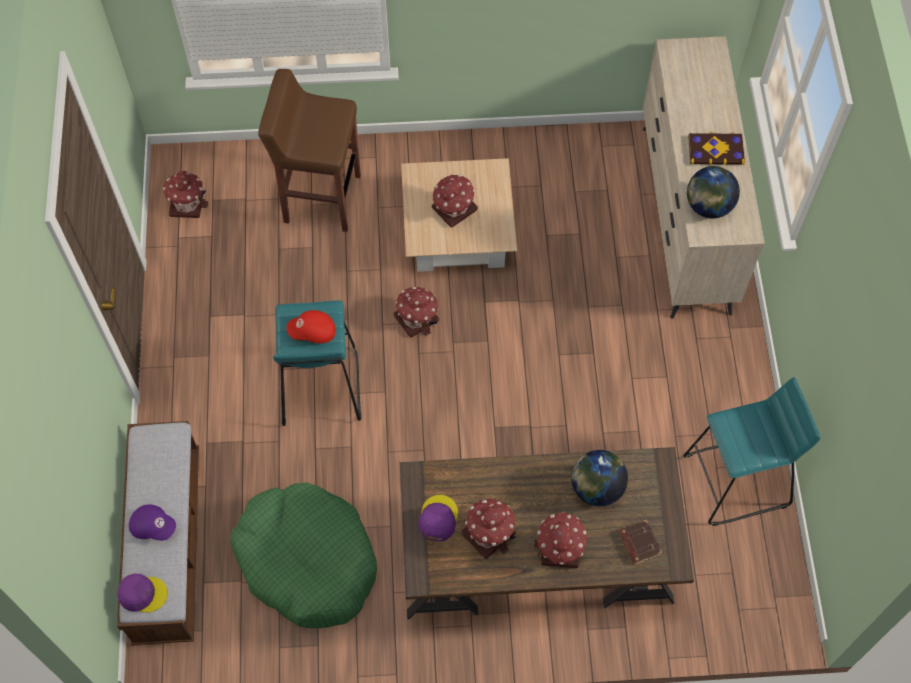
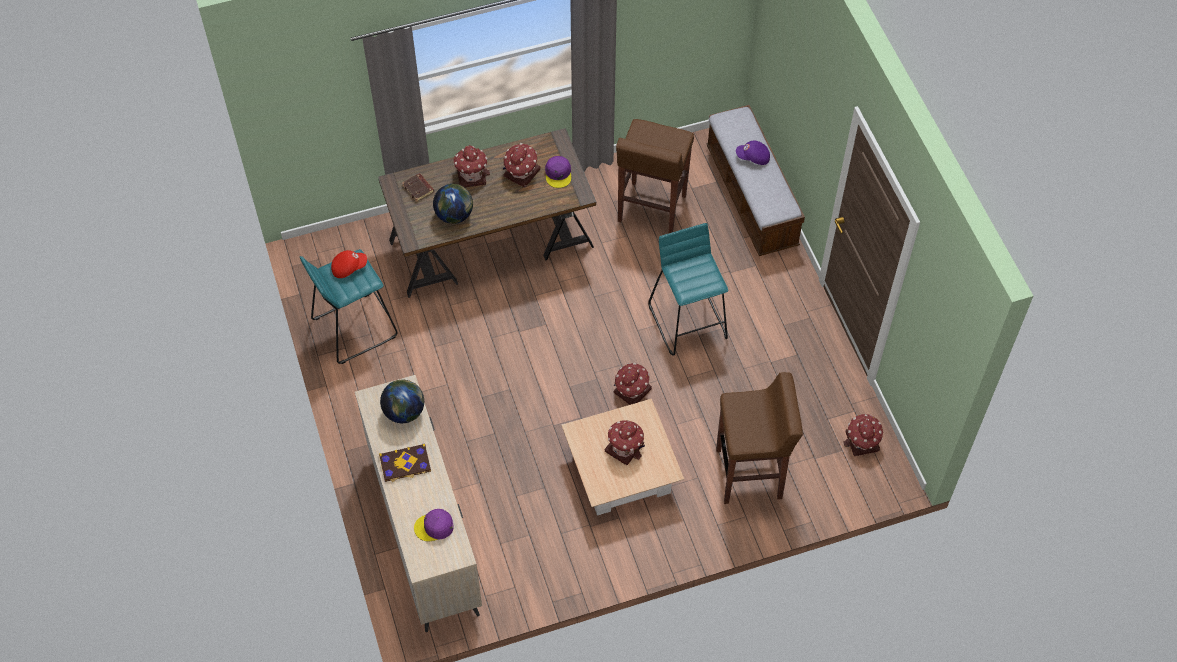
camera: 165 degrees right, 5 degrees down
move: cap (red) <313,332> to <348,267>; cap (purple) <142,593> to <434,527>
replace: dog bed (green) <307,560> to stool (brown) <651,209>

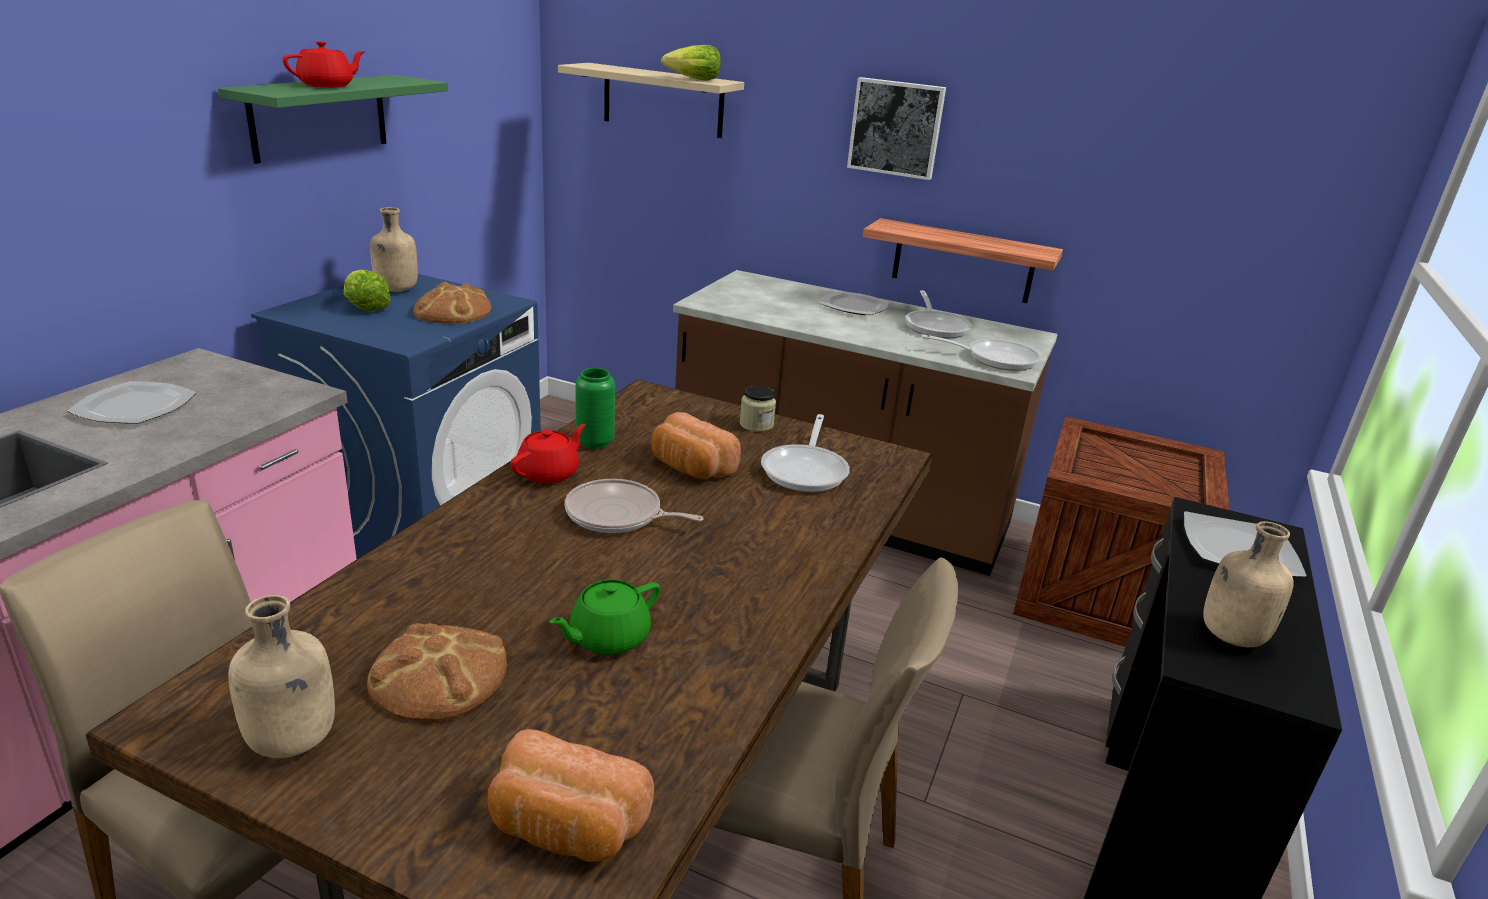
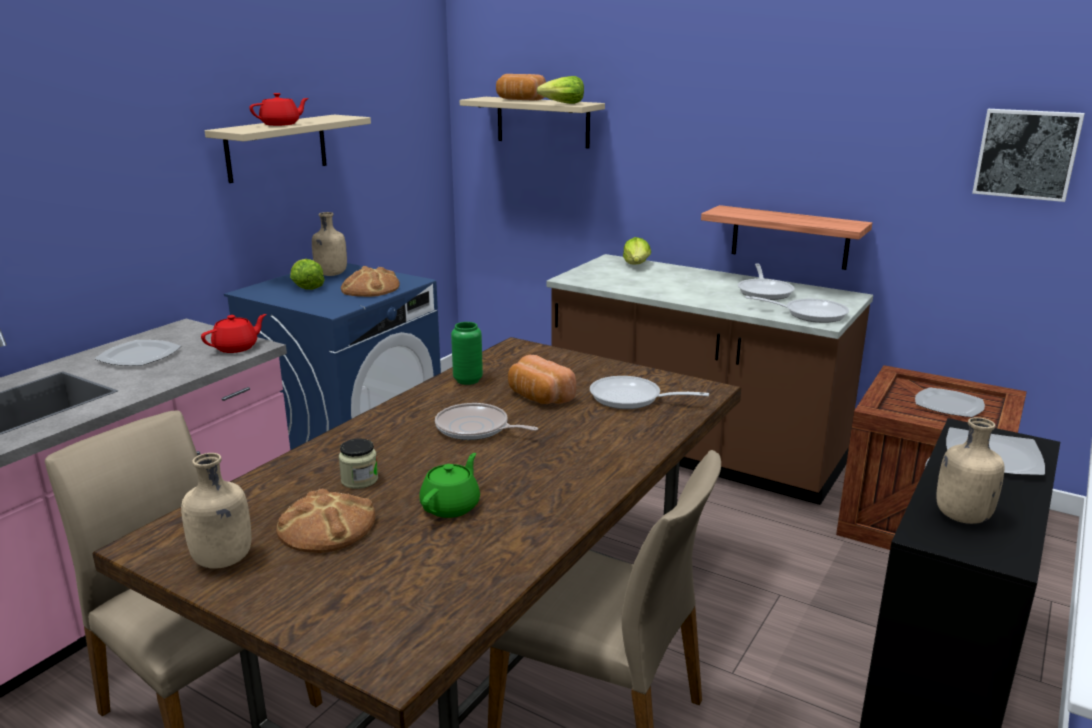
camera: 10 degrees right, 5 degrees down
insert: lettuce <636,265>
move: teapot (red) <549,473> to <237,347>; jar <756,425> to <359,480>; bread <565,829> to <519,100>; plate <853,306> to <948,405>; picture <896,128> to <1026,154>
recolor: shelf (green) <319,117> to shelf (beige) <277,148>
rotate: teapot (green) <607,638> = <451,506> 150 degrees clockwise; frying pan <806,470> = <632,398> 90 degrees clockwise

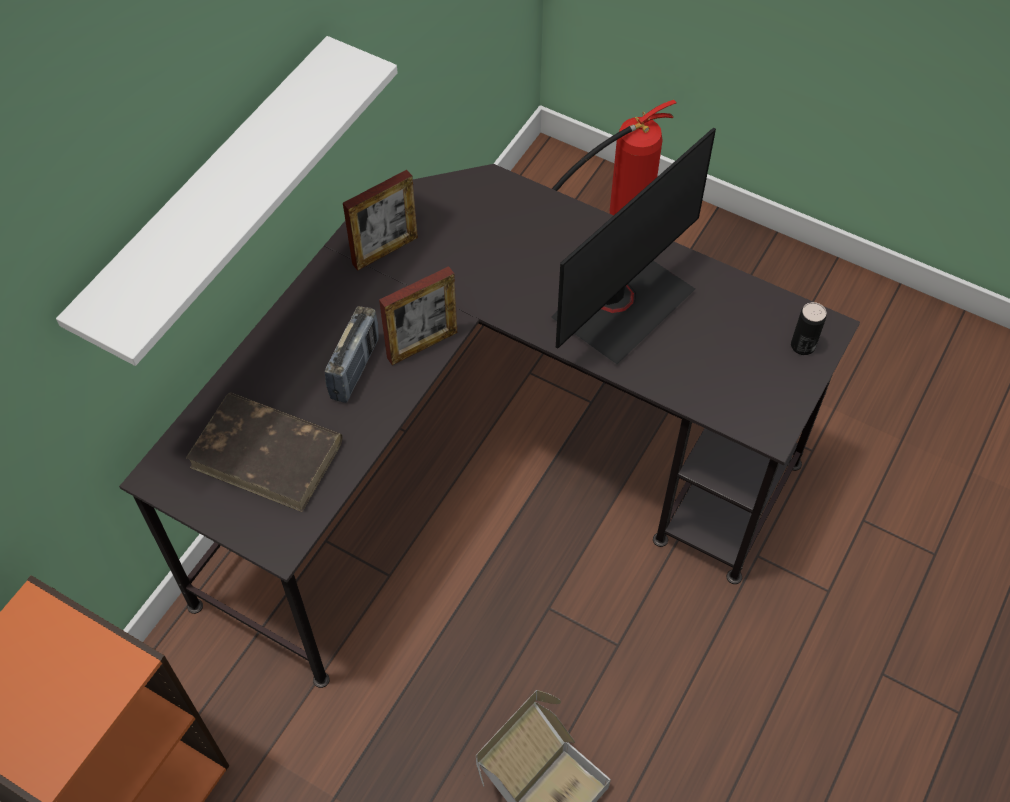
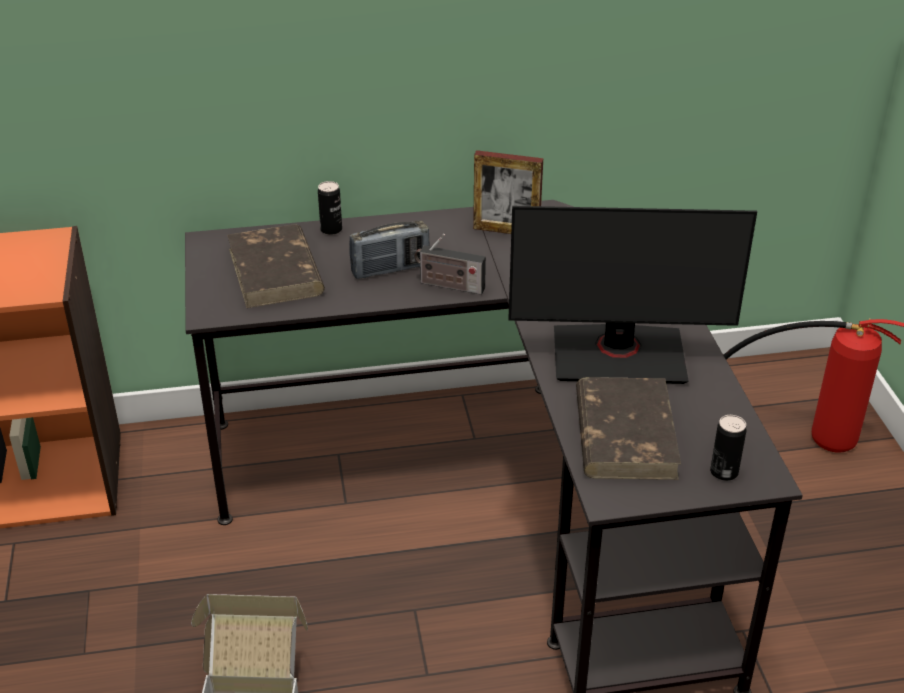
camera: 50 degrees right, 20 degrees down
delete: shelf (white) <211,200>
insert: can <331,230>; book (brown) <624,433>
replace: picture frame <422,345> to radio <449,286>

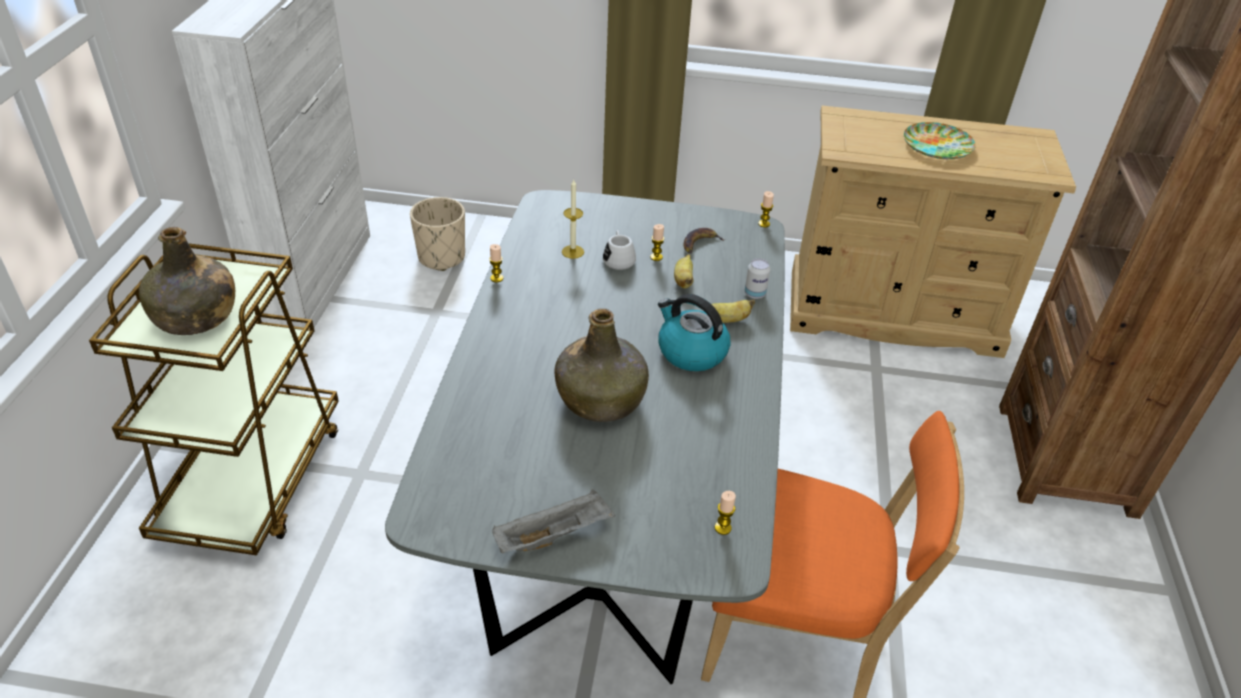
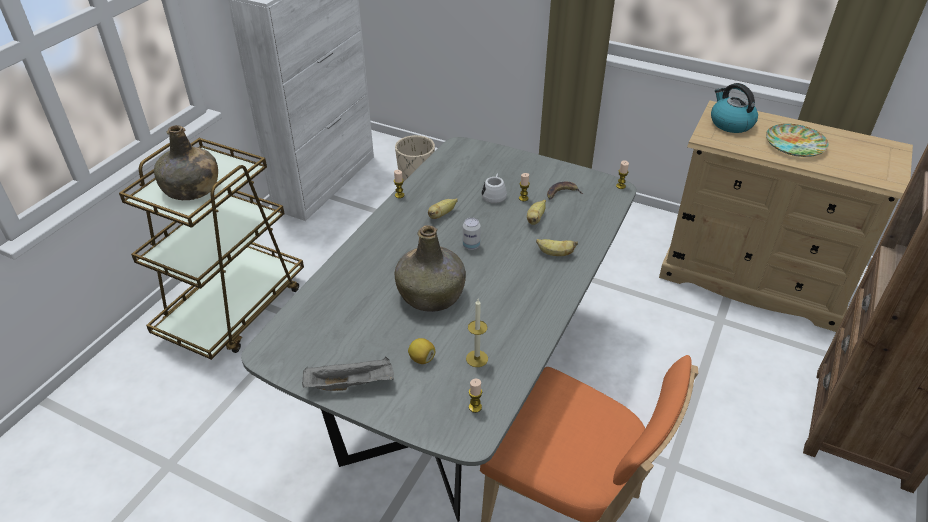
camera: 20 degrees right, 0 degrees up
insert: lemon <422,359>; banana <441,215>
move: can <754,294> to <471,246>; candle <572,252> to <477,358>; kettle <691,352> to <730,123>

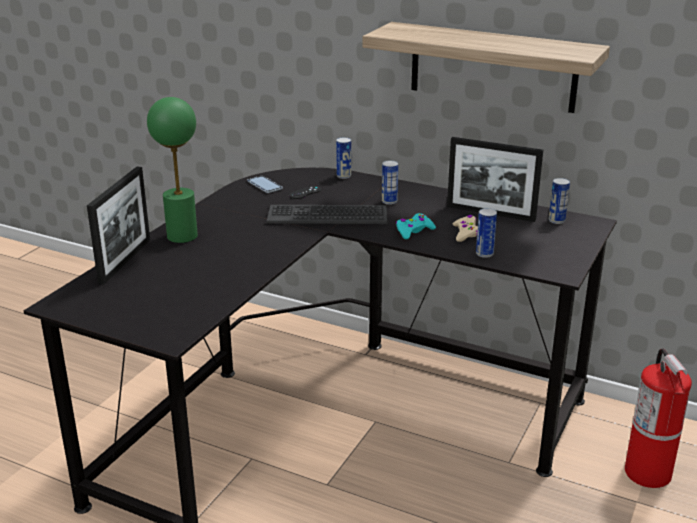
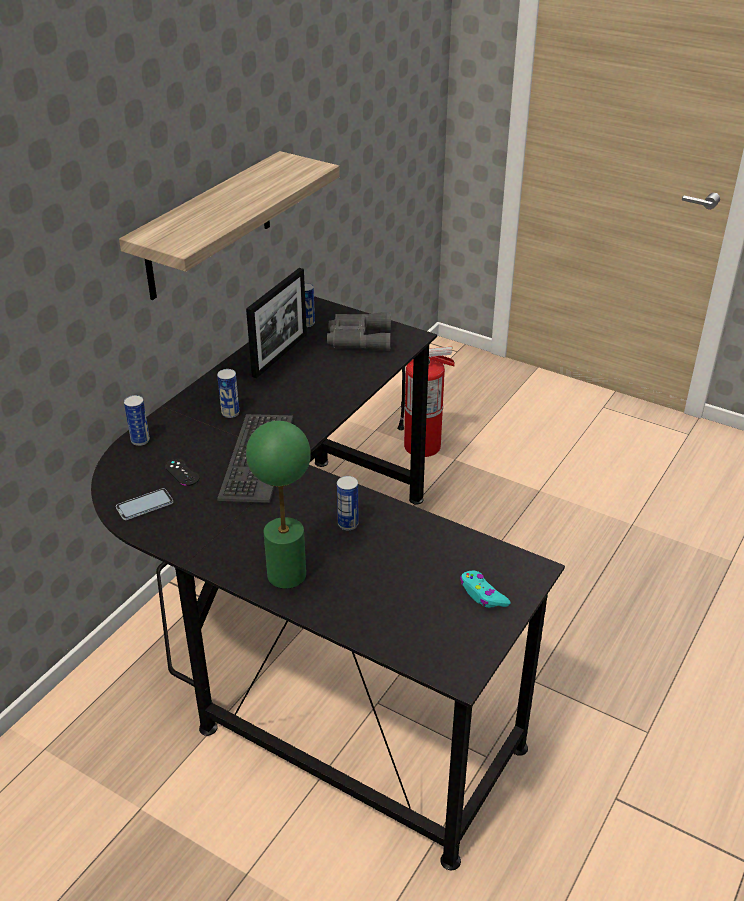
camera: 85 degrees left, 10 degrees up
delete: picture frame <125,260>; game controller (beige) <465,233>
insert: binoculars (grey) <357,338>
move: can <484,254> to <348,524>; game controller (turquoise) <414,231> to <482,595>

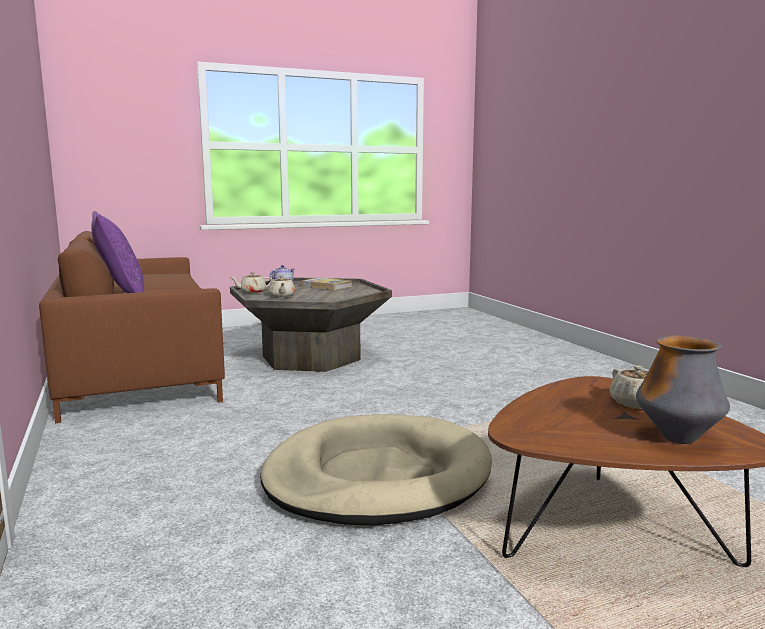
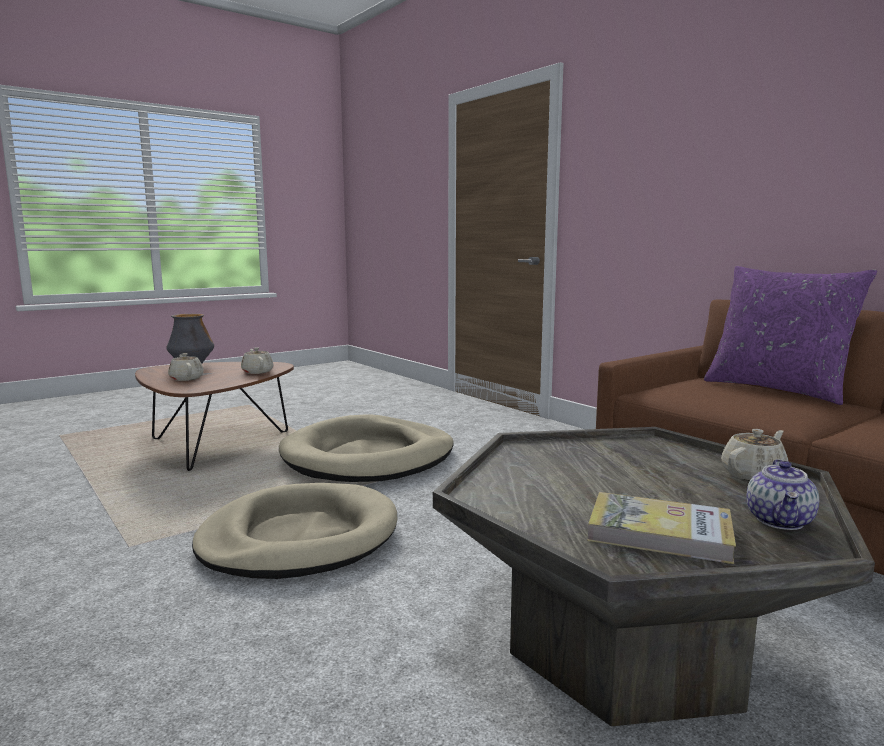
camera: 165 degrees right, 0 degrees up
insert: dog bed (beige) <299,538>
move: teapot (beige) <281,296> to <257,371>

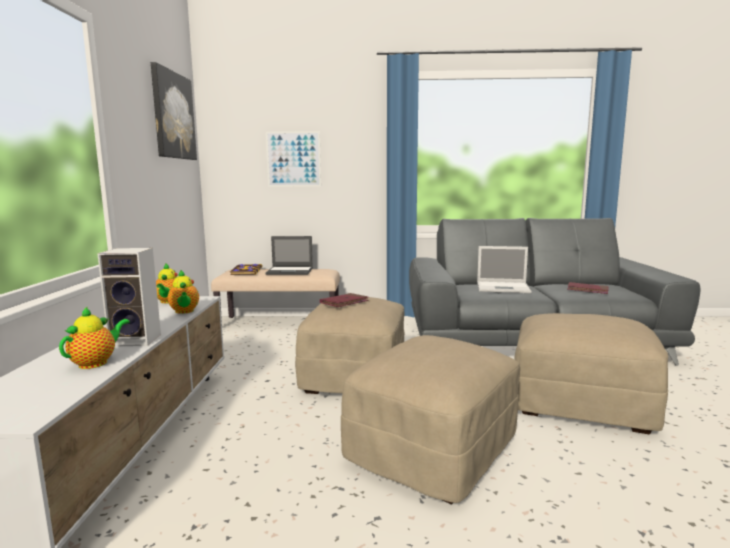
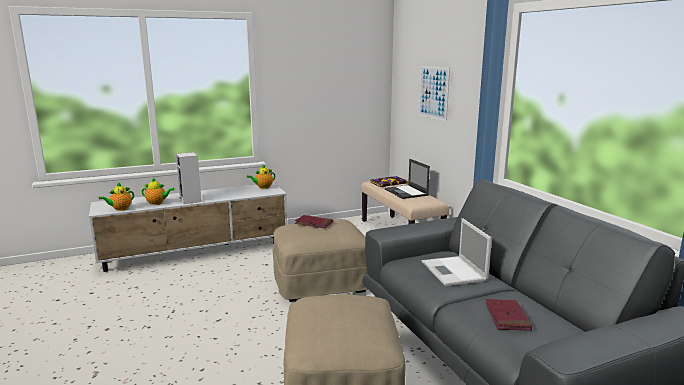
camera: 65 degrees right, 5 degrees up
delete: picture <172,115>; ottoman (beige) <433,450>
move: teapot <184,311> to <120,209>

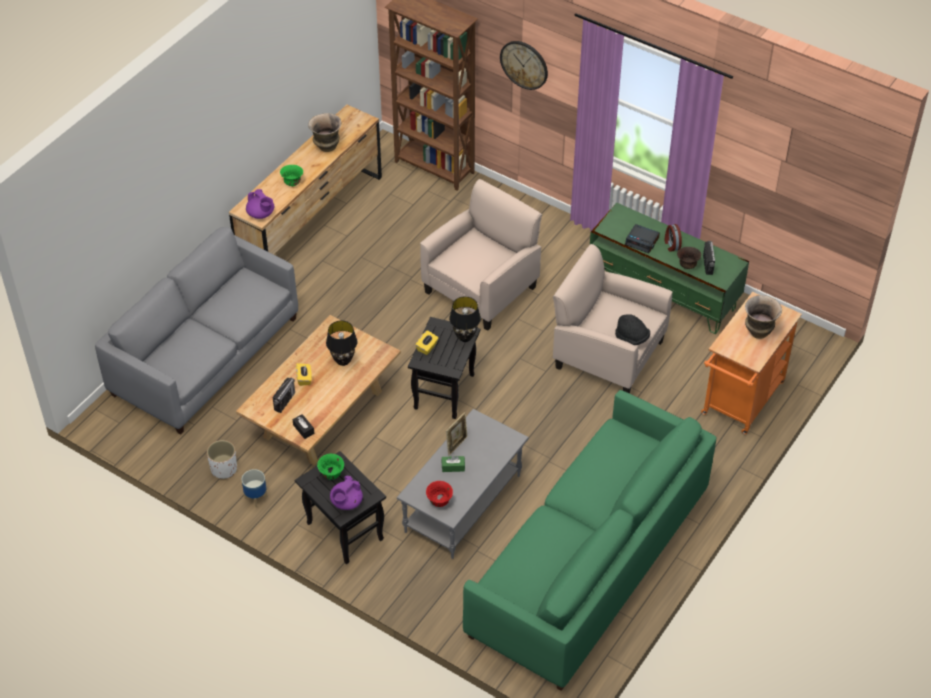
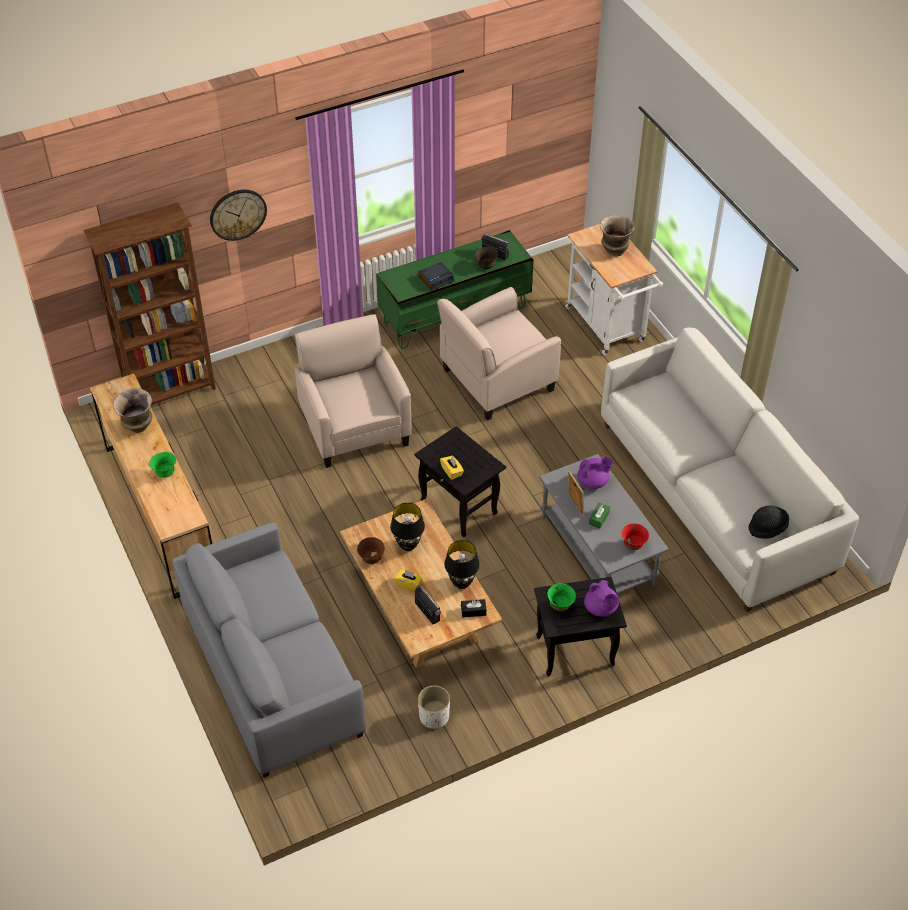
camera: 60 degrees left, 0 degrees up
delete: planter <256,497>; alarm clock <671,245>
insert: bowl (brown) <371,559>
move: table lamp (black) <464,337> to <462,583>; teapot (purple) <261,214> to <593,482>; hat (black) <632,338> to <767,528>
recolor: cart (orange) <740,402> to cart (white) <608,327>; sofa (green) <588,564> to sofa (white) <715,497>

